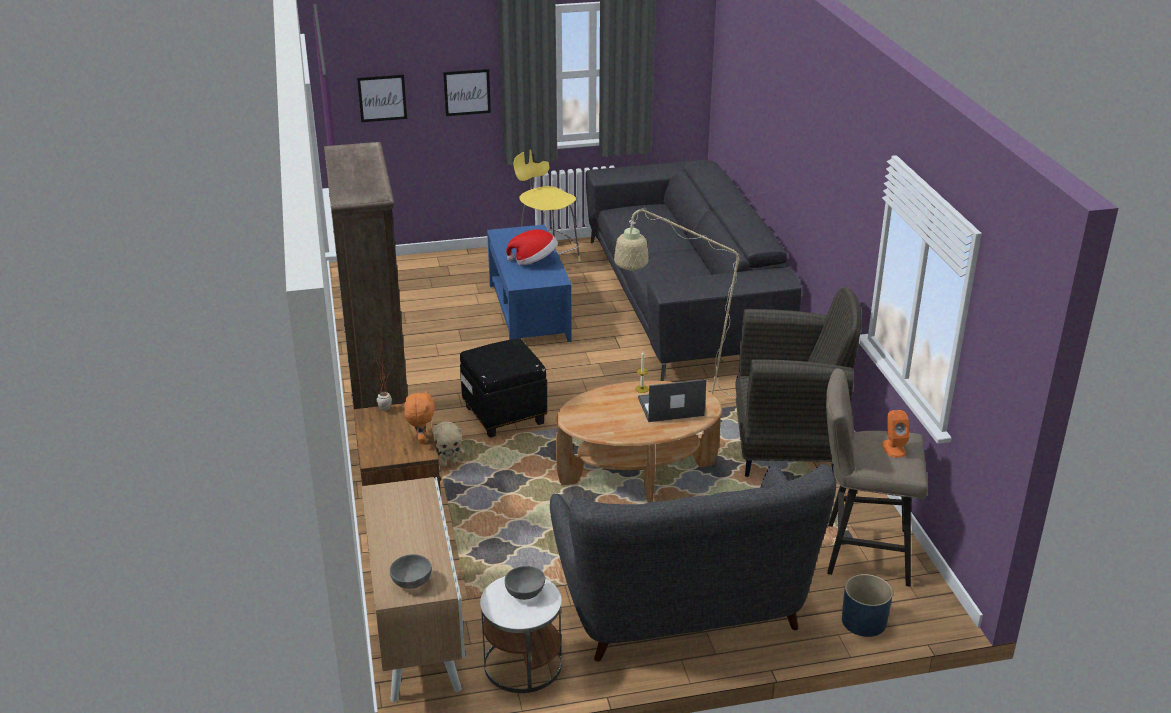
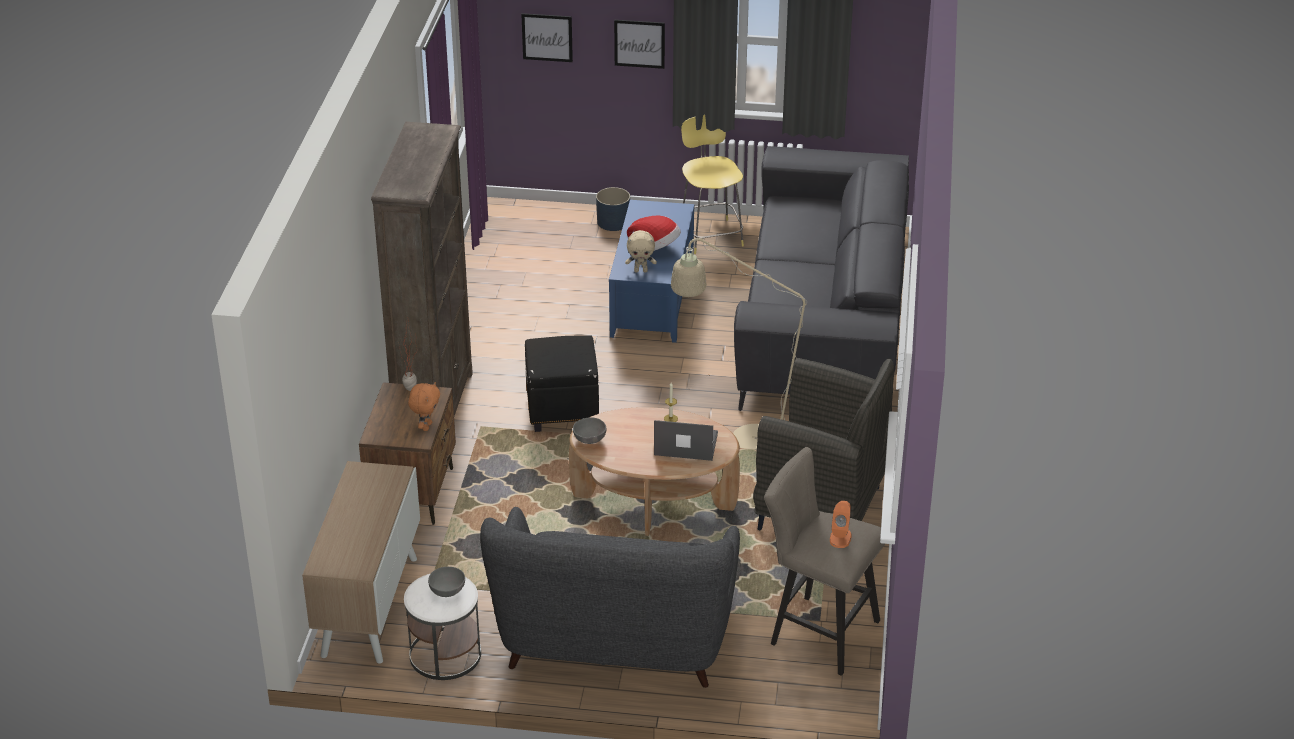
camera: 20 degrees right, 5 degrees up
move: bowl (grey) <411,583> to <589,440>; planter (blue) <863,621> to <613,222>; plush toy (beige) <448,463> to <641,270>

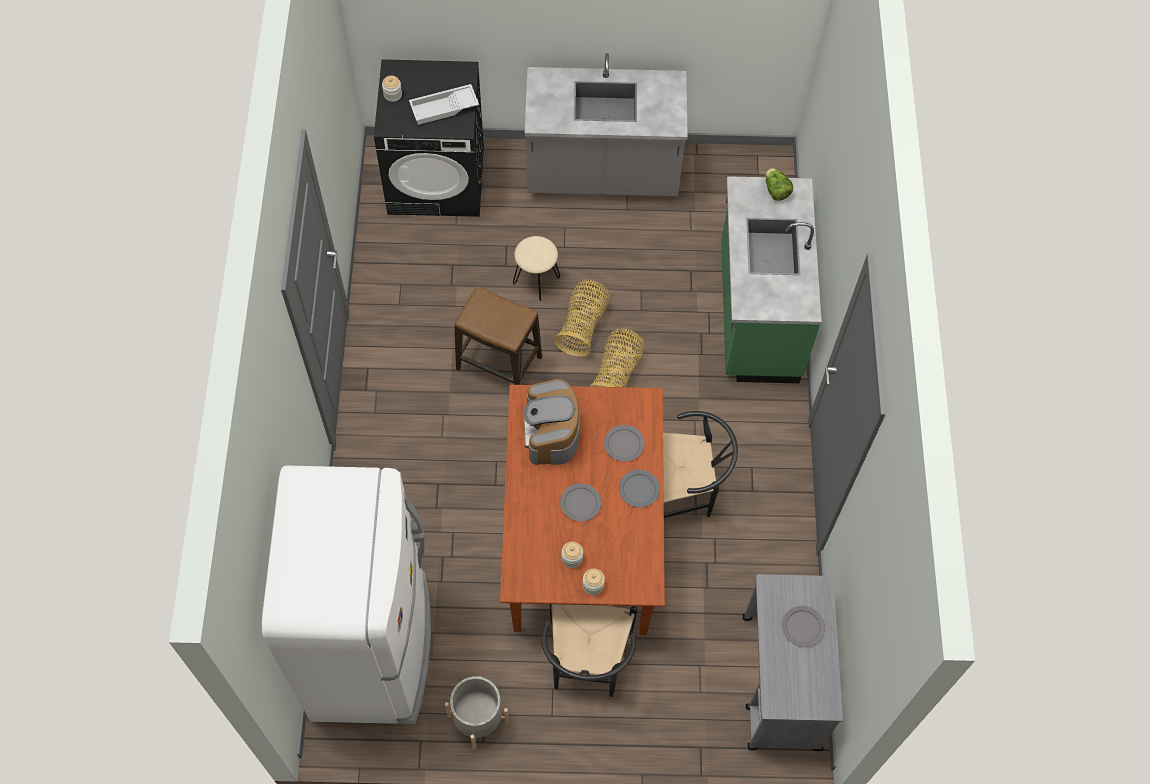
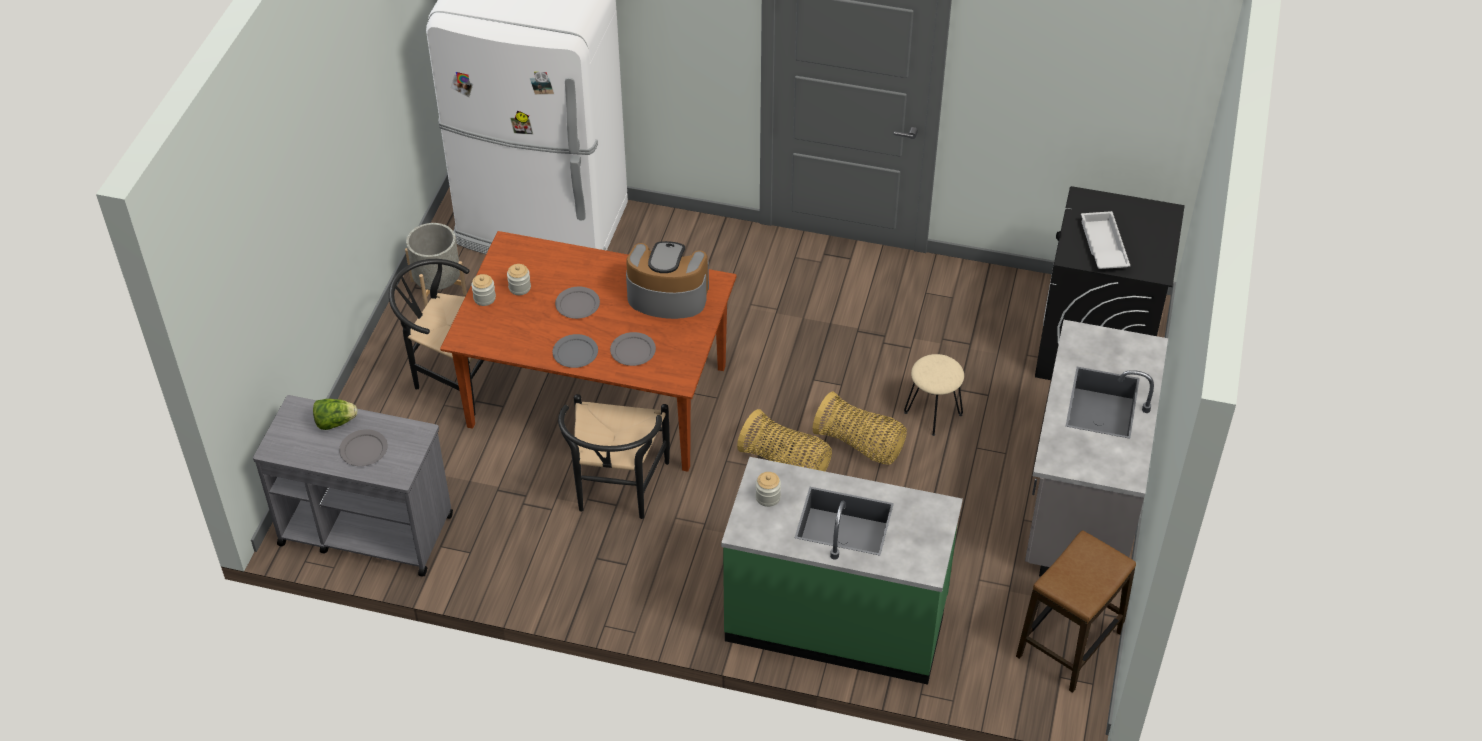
camera: 105 degrees right, 15 degrees down
move: lettuce <776,190> to <335,422>; jar <392,94> to <768,497>; stool <498,363> to <1069,644>

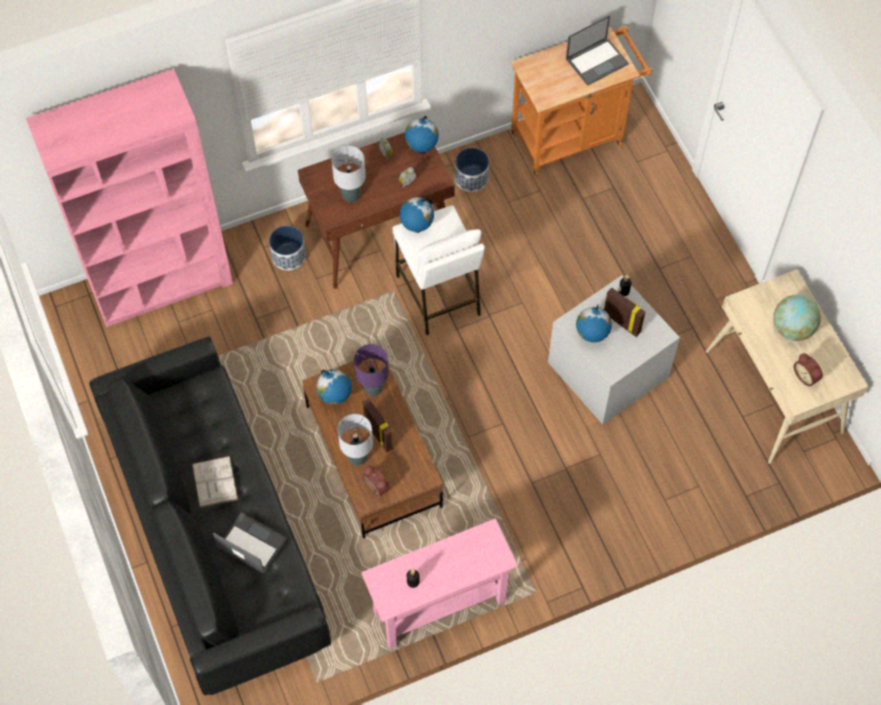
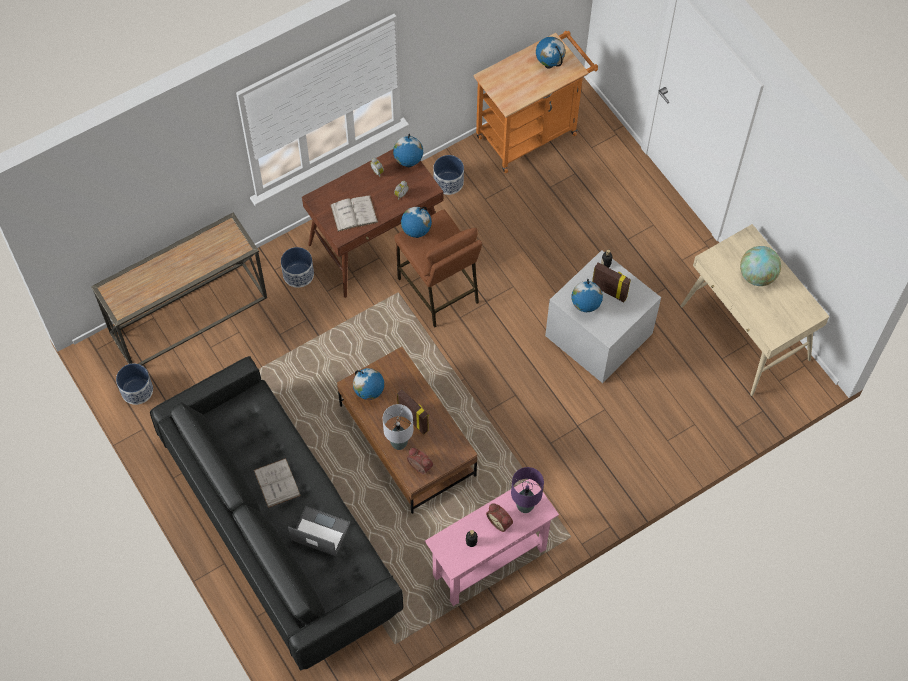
camera: 10 degrees left, 0 degrees up
insert: planter <137,390>
move: alarm clock <806,376> to <500,521>; table lamp (purple) <373,389> to <524,506>
replace: bookcase (pink) <161,282> to console table <188,314>; table lamp (grey) <351,196> to book (white) <354,213>; laptop <597,61> to globe <549,64>
recolor: stool (white) <438,295> to stool (brown) <438,290>

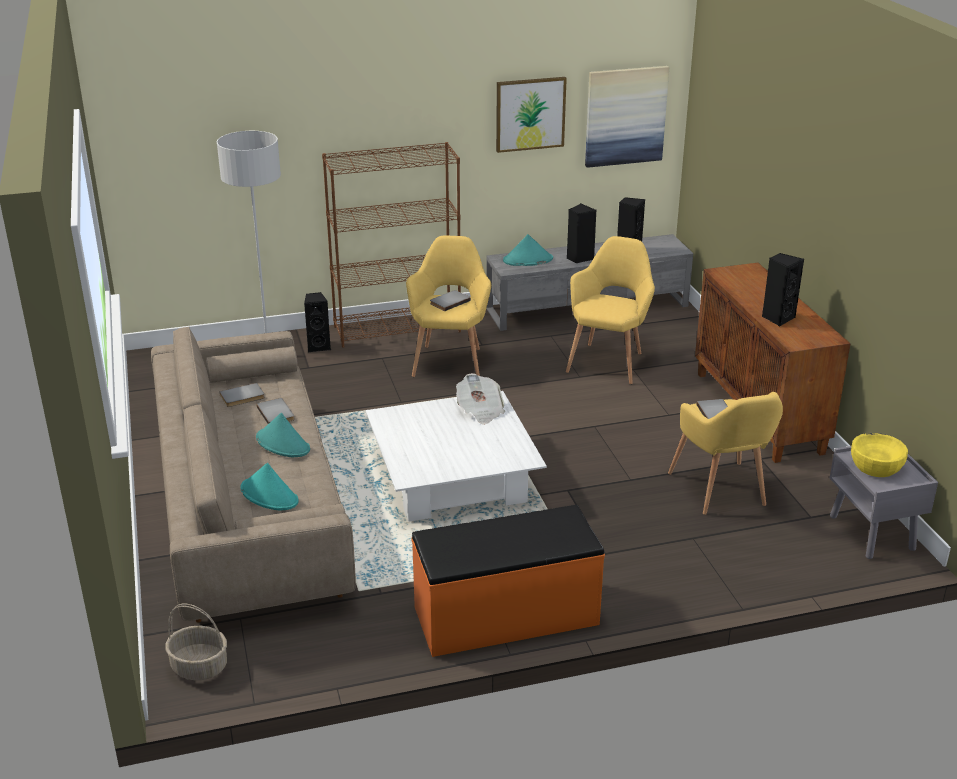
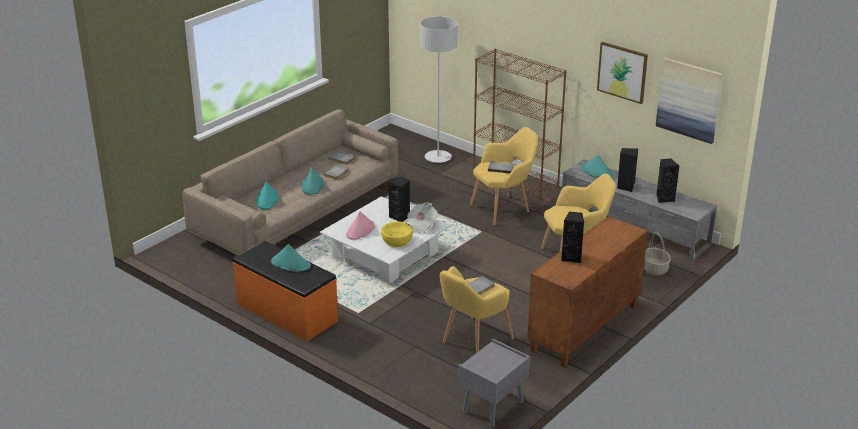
camera: 55 degrees right, 0 degrees up
insert: hat (turquoise) <290,264>; hat (pink) <360,230>
move: bowl (yellow) <876,466> to <397,241>; speaker (black) <318,346> to <400,217>; basket <200,666> to <655,269>

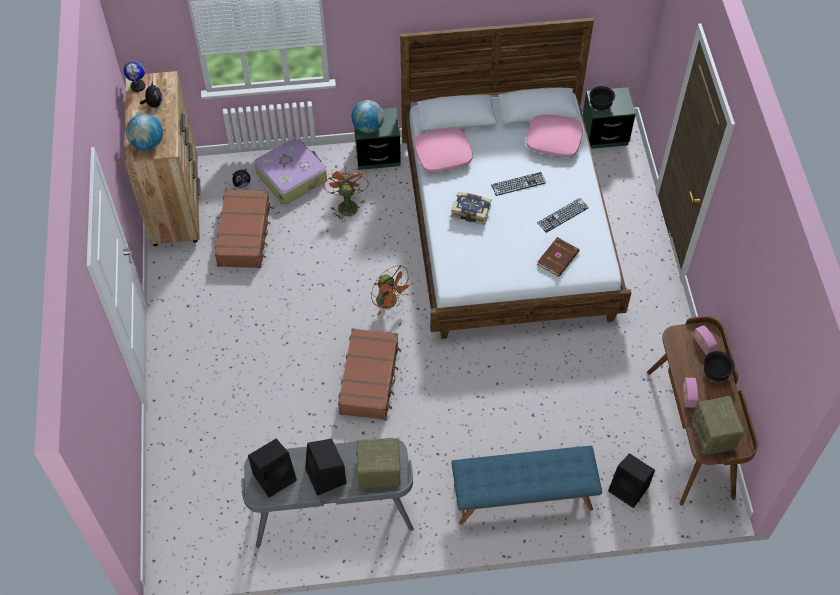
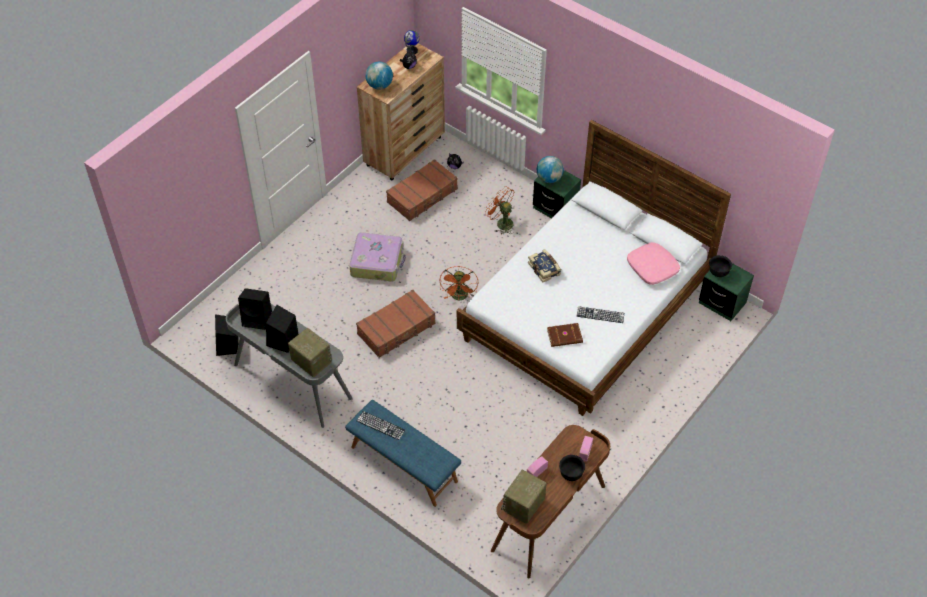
camera: 45 degrees right, 5 degrees down
delete: pillow (pink) <443,154>
move: speaker (black) <629,489> to <227,346>; suitcase <292,176> to <377,262>; keyboard <518,184> to <381,425>
rotate: fan (orange) <346,205> = <501,223> 90 degrees counterclockwise

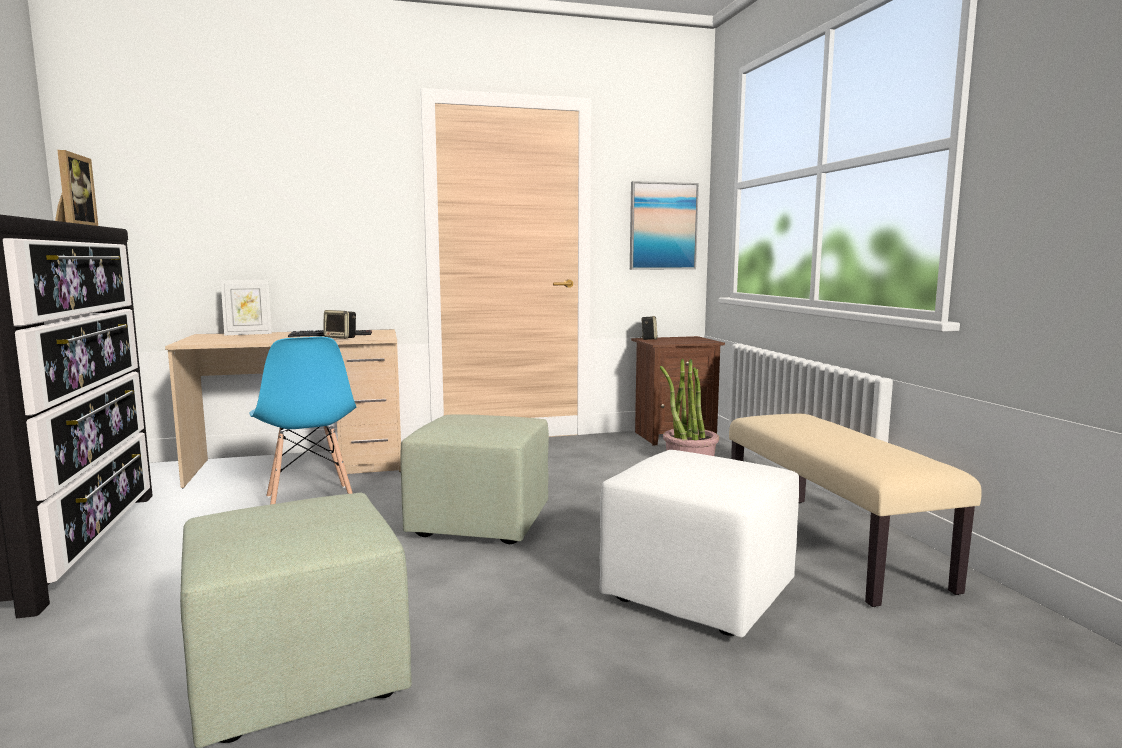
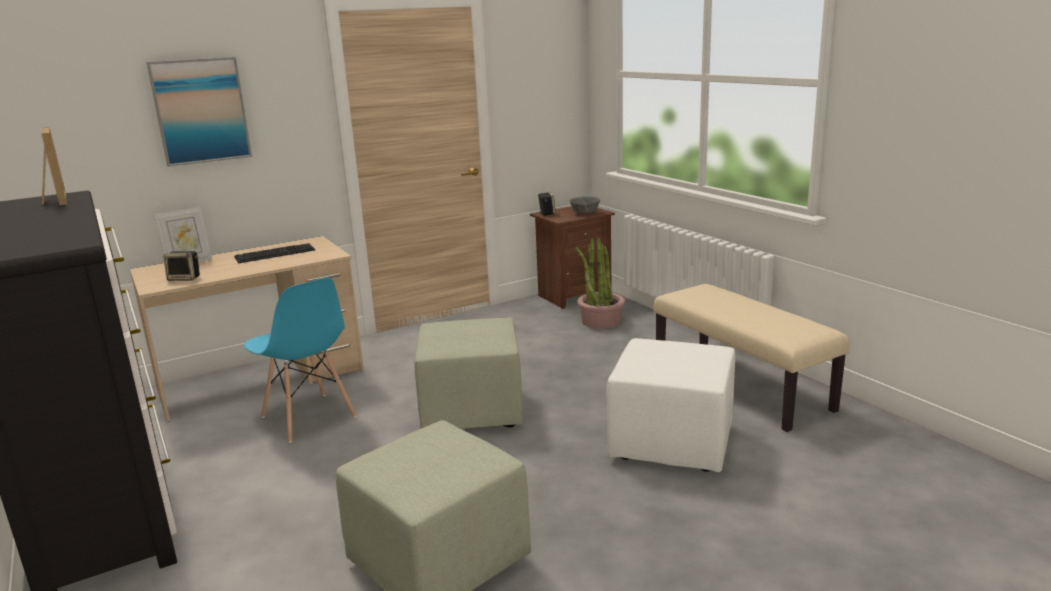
camera: 15 degrees left, 10 degrees up
insert: bowl (grey) <585,213>
move: picture <663,226> to <201,111>; speaker <341,338> to <185,278>

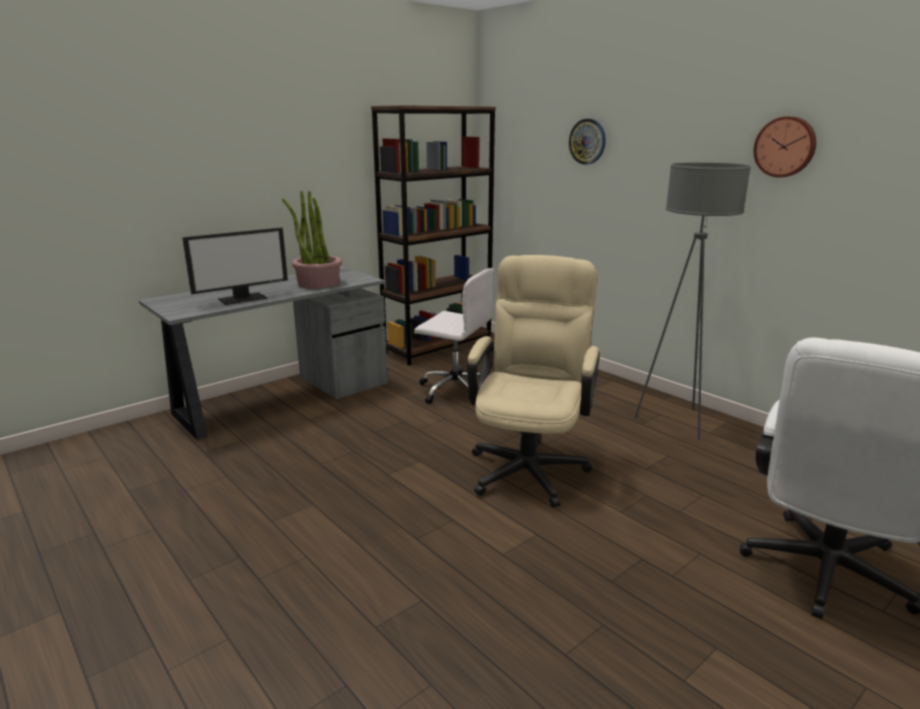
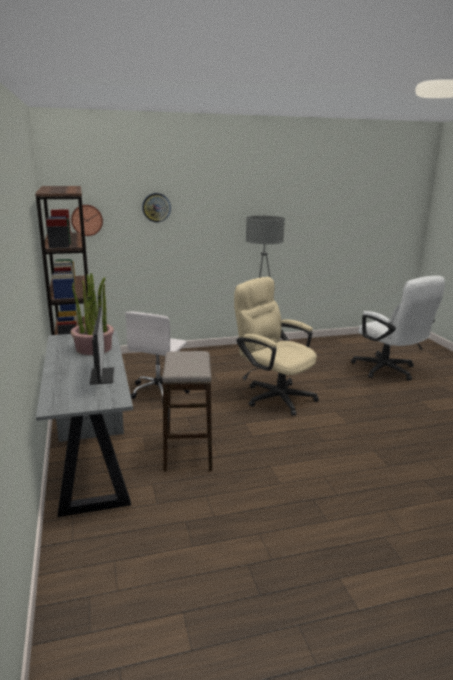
camera: 65 degrees left, 0 degrees up
insert: stool <188,452>
move: wall clock <785,147> to <87,220>
rotate: office chair (white) <454,389> = <159,391> 150 degrees clockwise

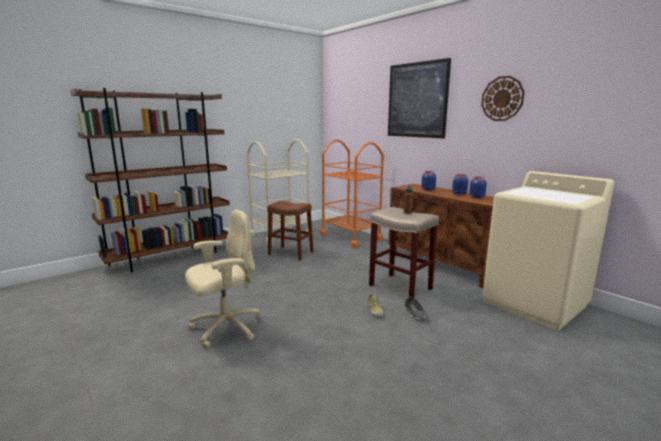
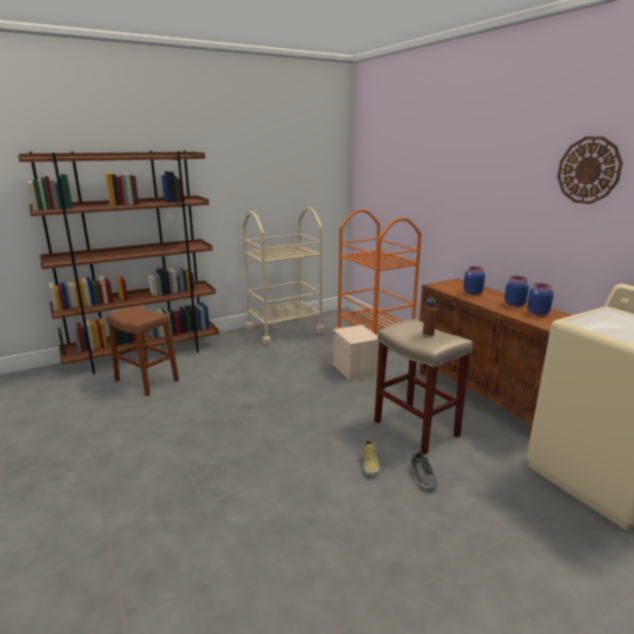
camera: 10 degrees right, 5 degrees up
delete: office chair (beige) <225,328>; picture <417,100>
insert: storage box (beige) <356,369>
move: stool (brown) <291,253> to <147,380>

